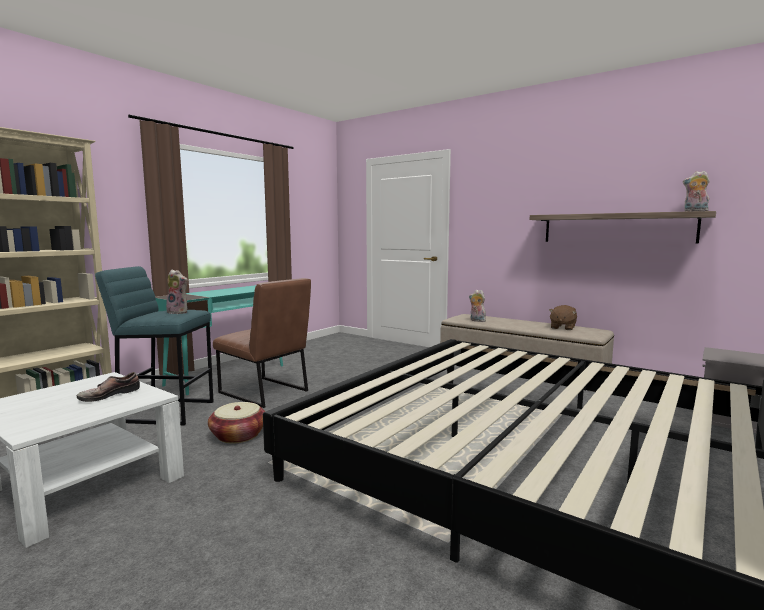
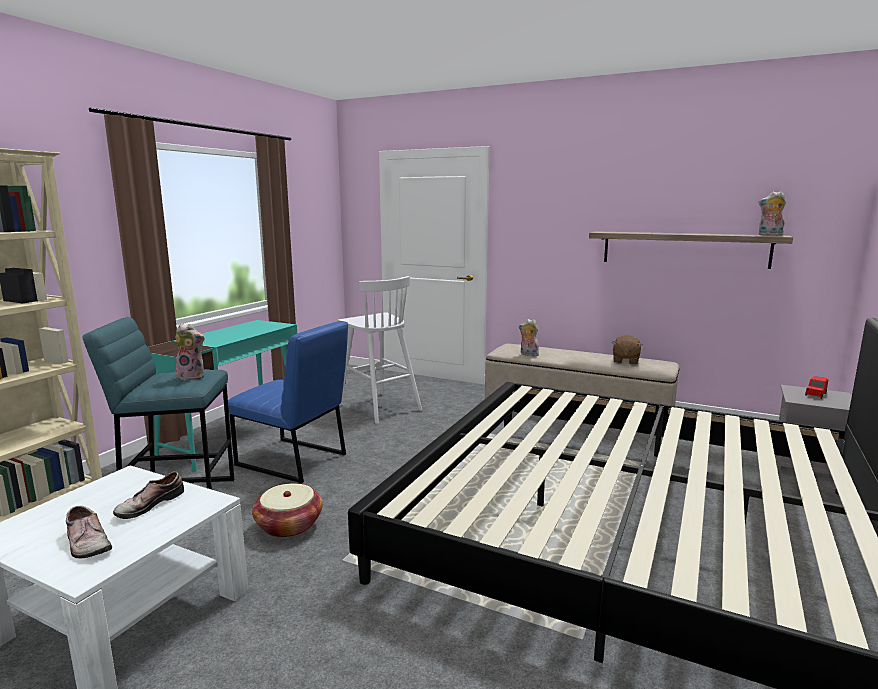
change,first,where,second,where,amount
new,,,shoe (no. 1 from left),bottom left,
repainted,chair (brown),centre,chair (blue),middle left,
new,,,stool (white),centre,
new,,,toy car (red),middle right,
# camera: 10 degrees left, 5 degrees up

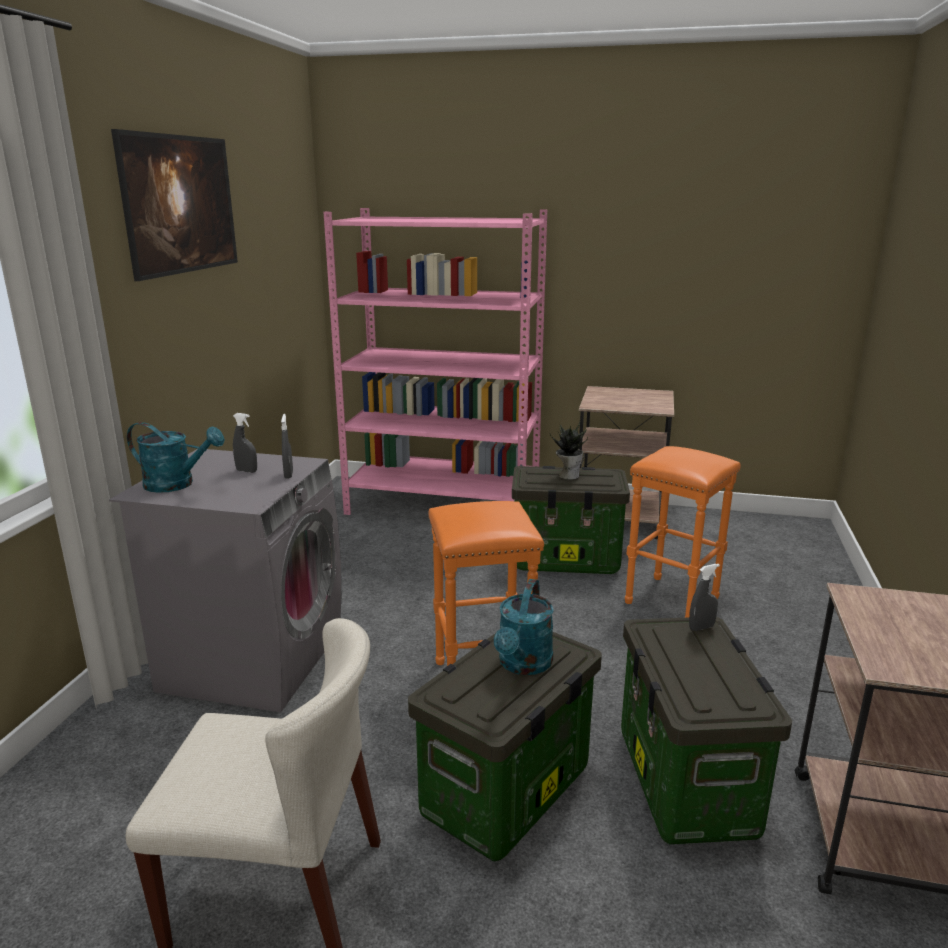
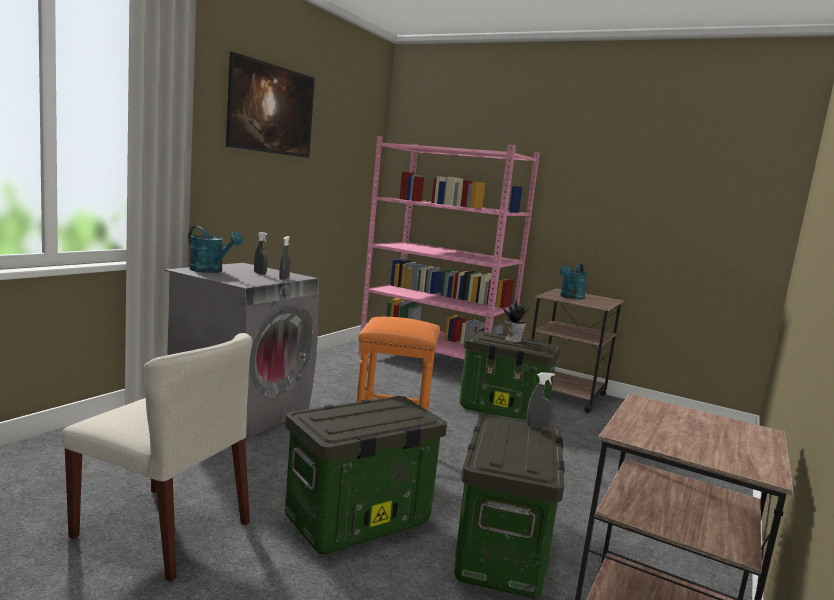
change,first,where,second,where,amount
shifted,watering can (turquoise) (no. 2 from left),centre,,middle right,
gone,stool (orange) (no. 2 from left),middle right,,,
# camera: 15 degrees right, 10 degrees down

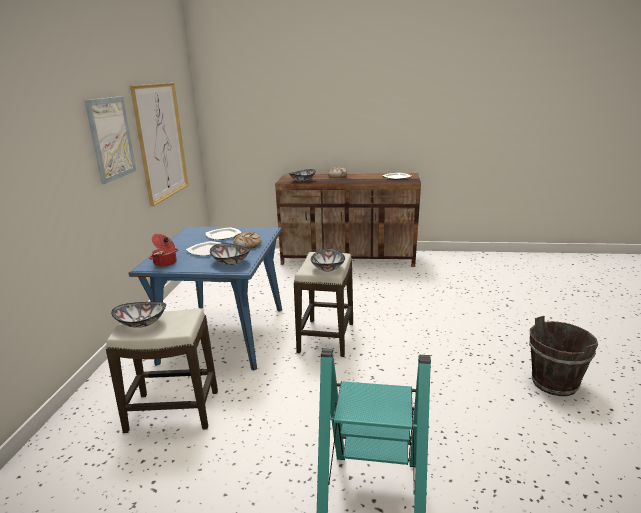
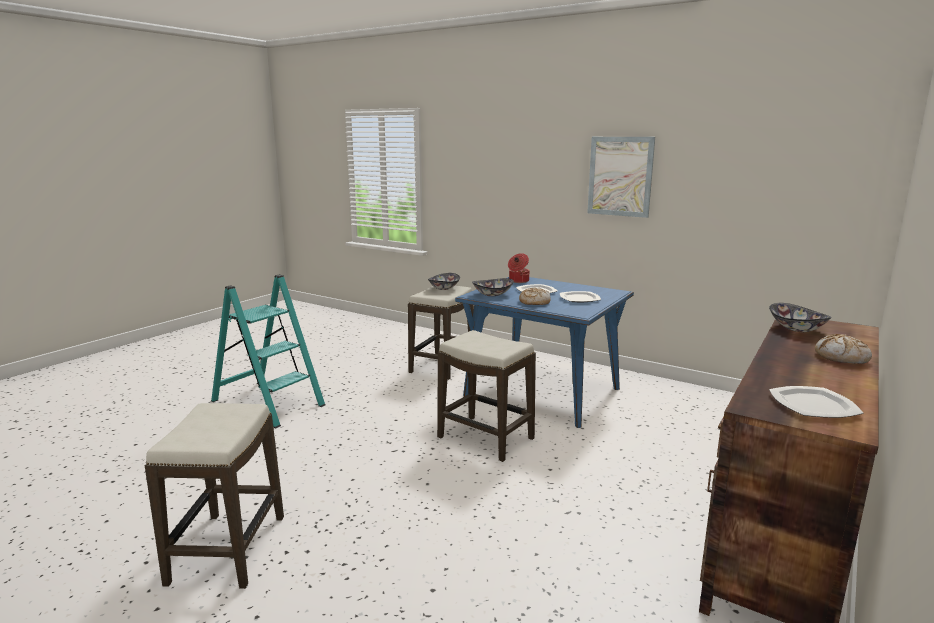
change,first,where,second,where,amount
swapped,bucket (brown),bottom right,stool (no. 1 from left),bottom left,
gone,picture (no. 2 from left),top left,,,
gone,bowl (no. 4 from left),centre,,,
# camera: 115 degrees right, 5 degrees down

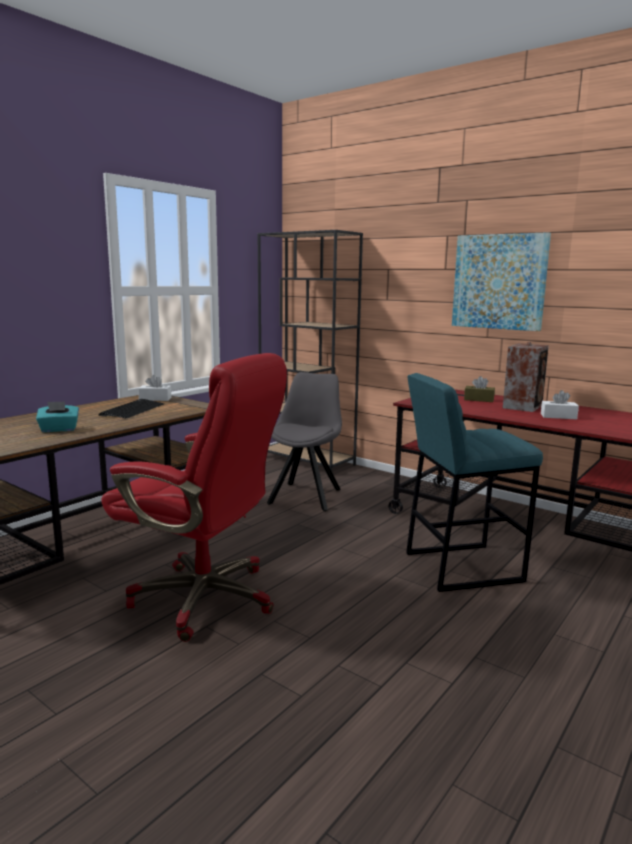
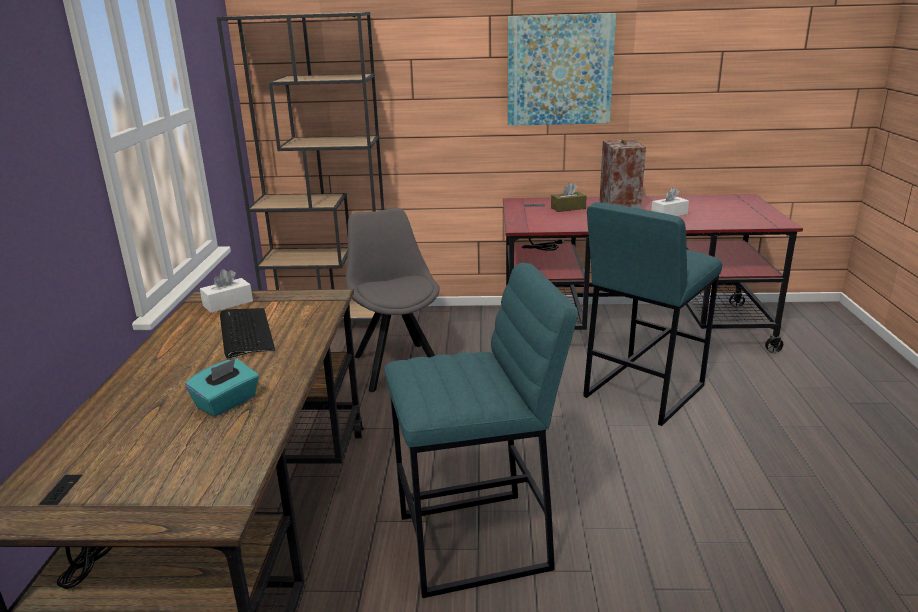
change,first,where,second,where,amount
swapped,office chair (red),middle left,stool (turquoise) (no. 1 from left),bottom centre,
# camera: 35 degrees left, 10 degrees up

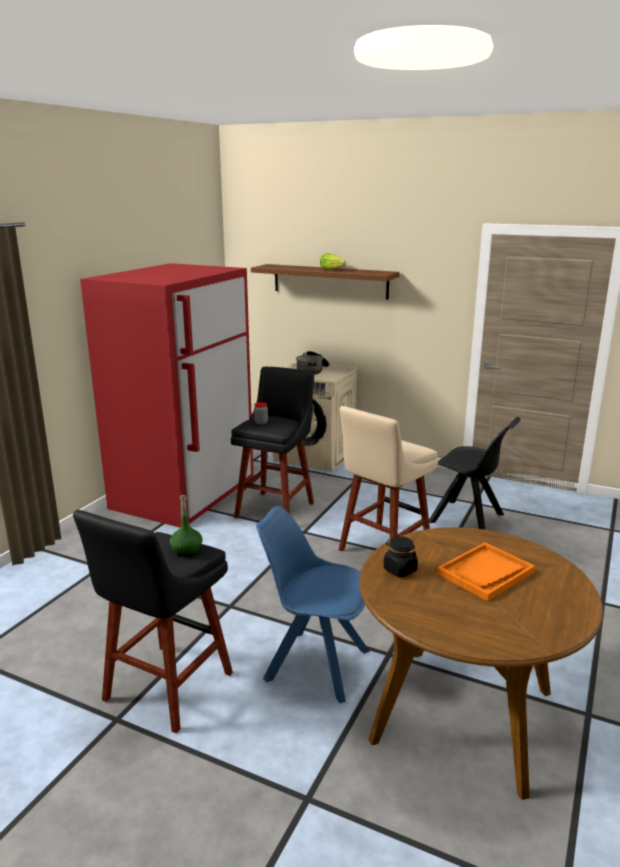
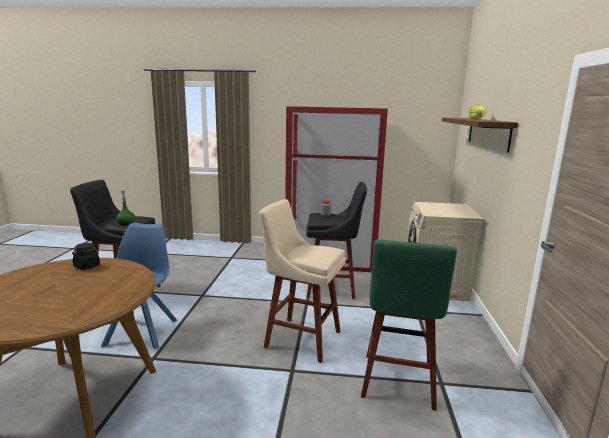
change,first,where,second,where,amount
swapped,chair (black),middle right,stool (green),bottom right,
gone,cooking pot,centre,,,
gone,tray (orange),middle right,,,
# camera: 70 degrees right, 5 degrees down

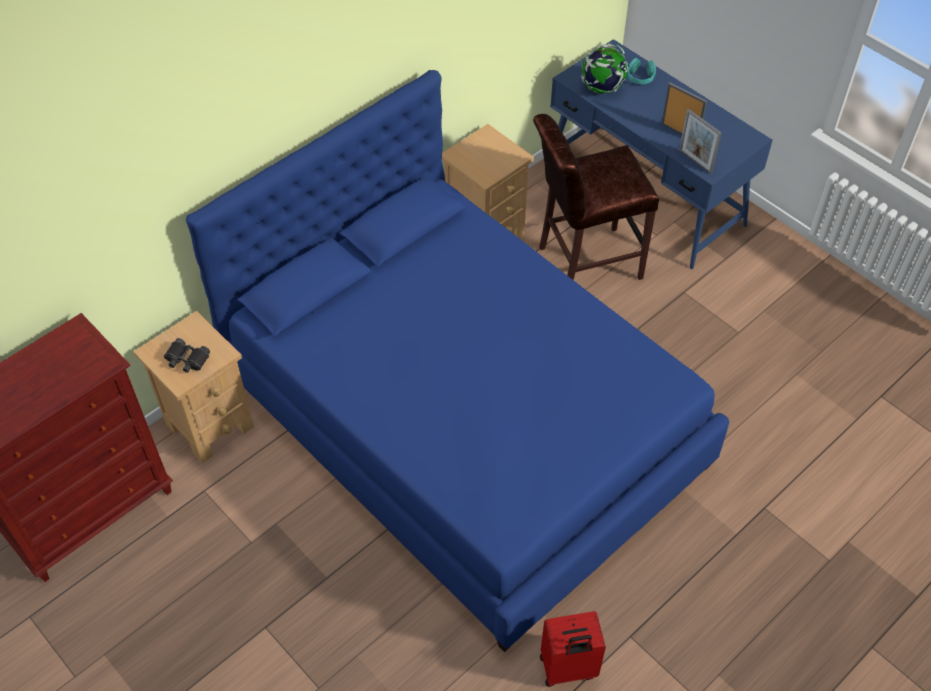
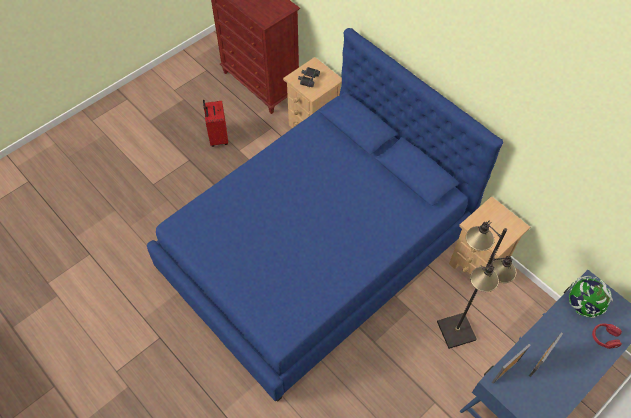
change,first,where,second,where,amount
shifted,suitcase (red),bottom centre,,top centre,
swapped,stool (brown),top centre,floor lamp (black),bottom right,
repainted,headphones (turquoise),top right,headphones (red),bottom right,
# camera: 90 degrees right, 5 degrees up

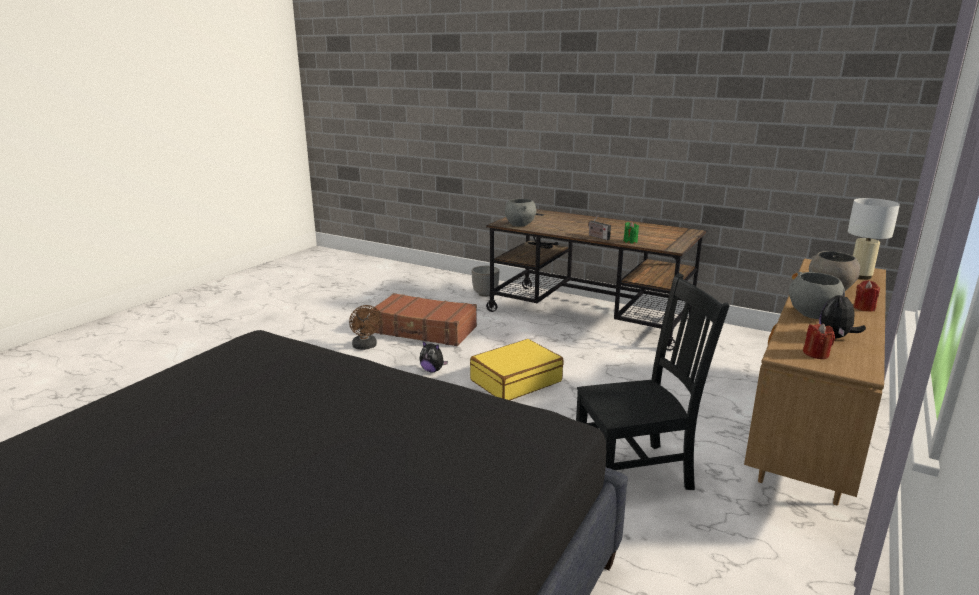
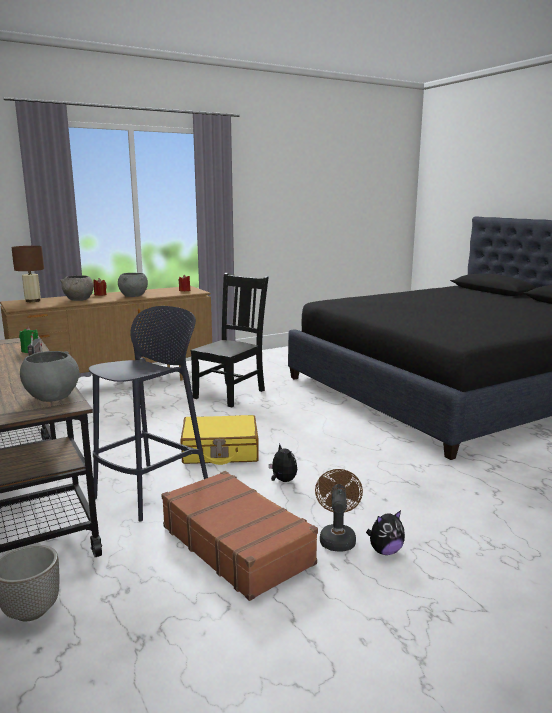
change,first,where,second,where,amount
repainted,table lamp (white),middle right,table lamp (brown),middle left,
new,,,stool (grey),middle left,
rotated,chair (black),middle right,,centre,105 degrees clockwise
shifted,plush toy (no. 2 from left),middle right,,bottom right,
# camera: 150 degrees left, 5 degrees down

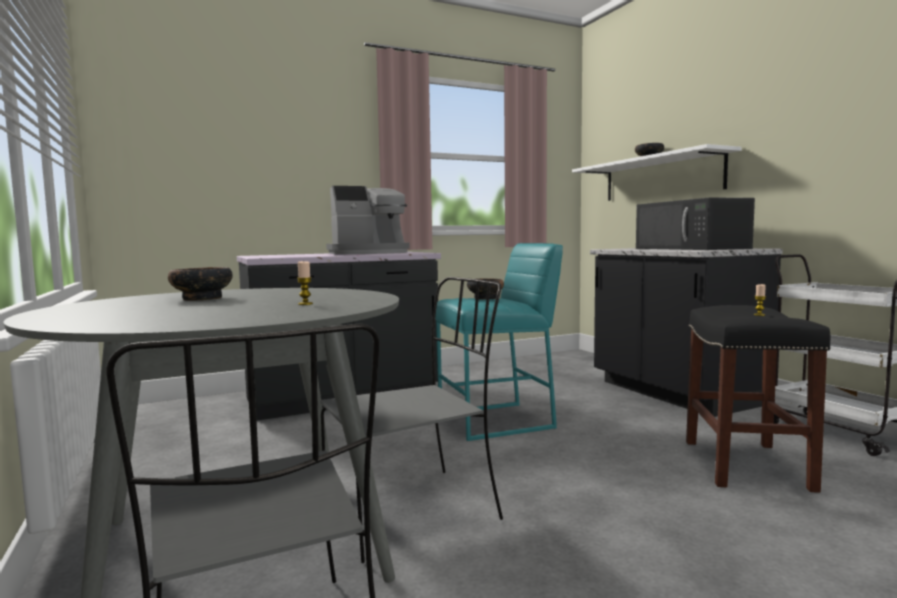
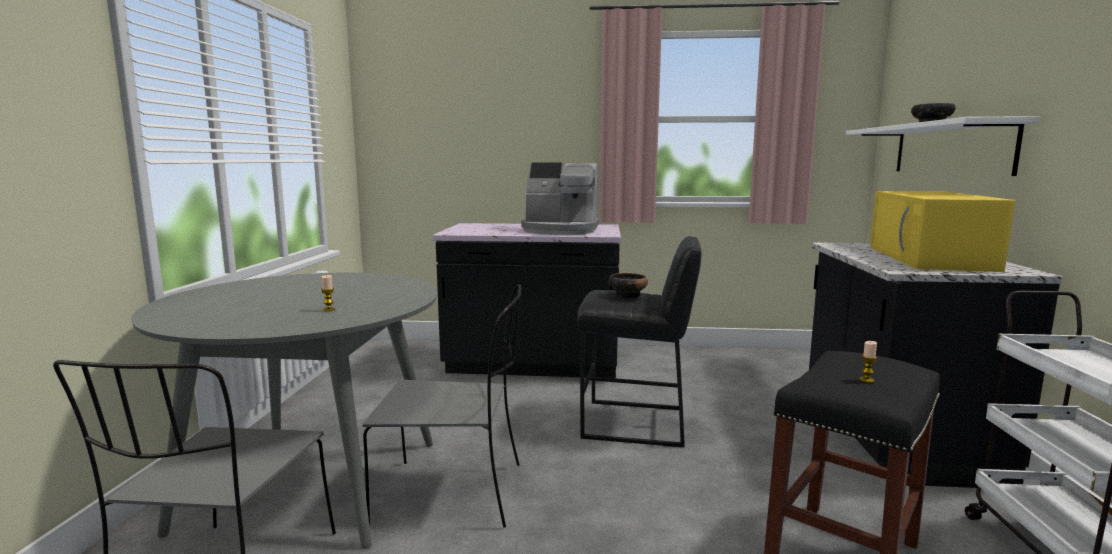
change,first,where,second,where,amount
repainted,stool (turquoise),centre,stool (black) (no. 1 from left),centre,
repainted,microwave (black),middle right,microwave (yellow),middle right,
gone,bowl (no. 1 from left),middle left,,,
# camera: 30 degrees right, 5 degrees up

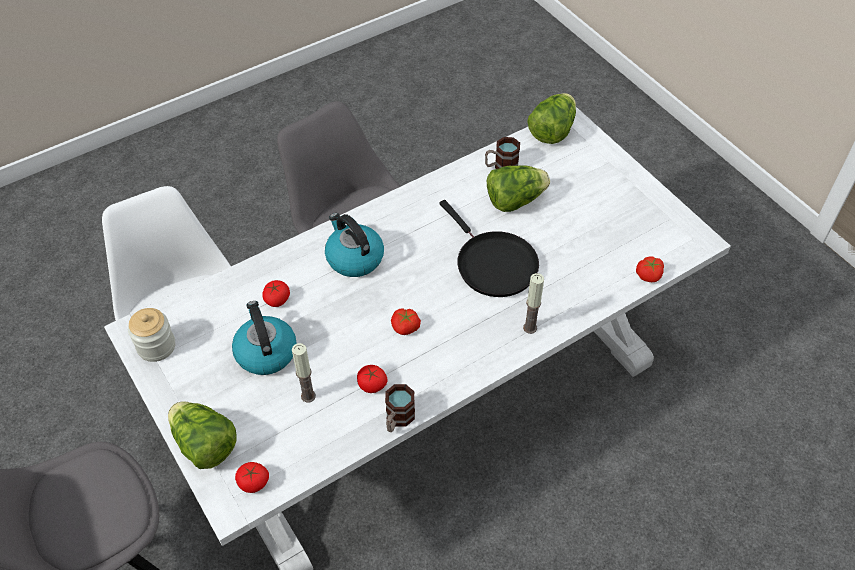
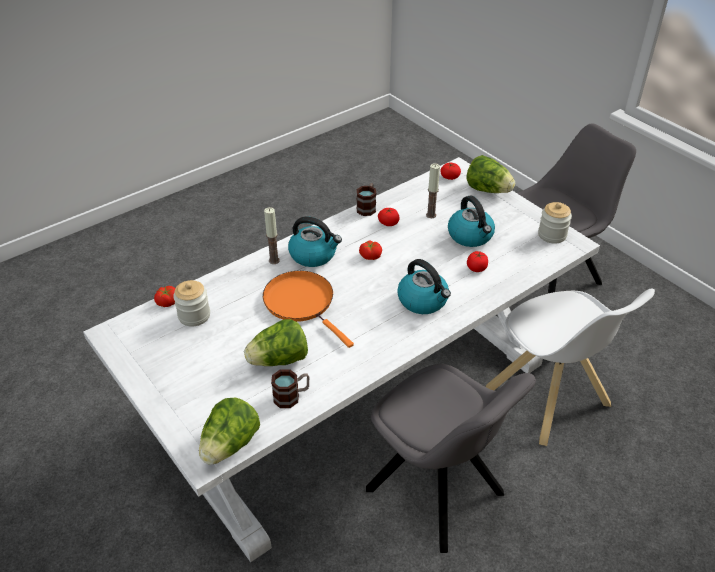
change,first,where,second,where,amount
new,,,jar (no. 1 from left),middle left,
repainted,frying pan (black),centre,frying pan (orange),centre,
new,,,kettle (no. 1 from left),centre,
# camera: 175 degrees right, 10 degrees down

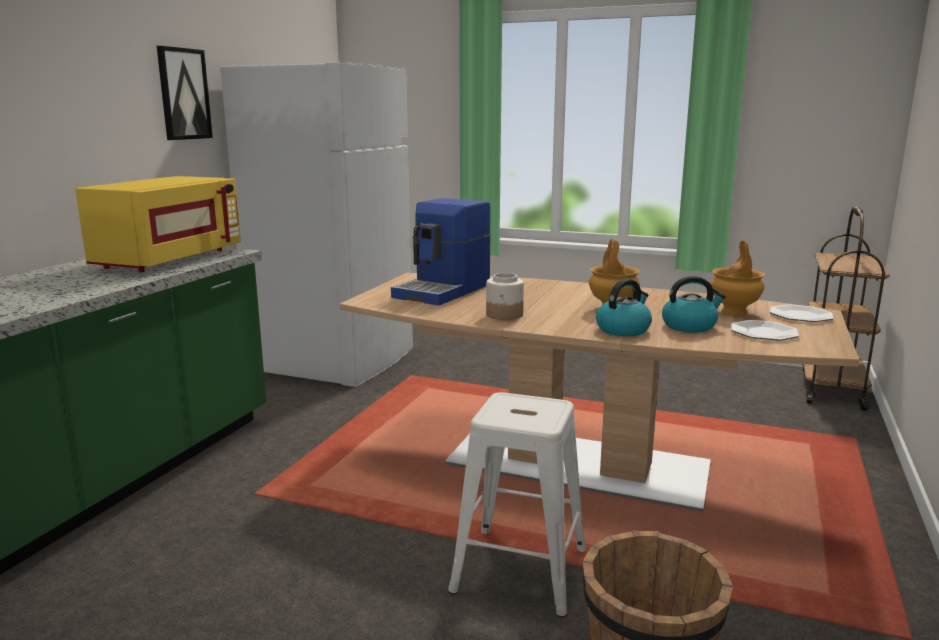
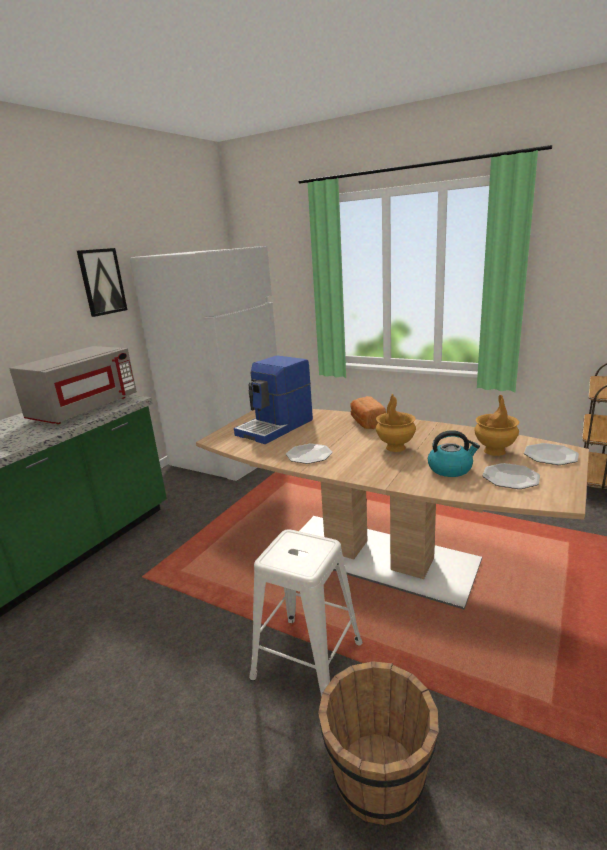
change,first,where,second,where,amount
repainted,microwave (yellow),middle left,microwave (grey),middle left,
swapped,jar,centre,plate (no. 1 from left),centre,
new,,,bread,centre,
gone,kettle (no. 1 from left),centre,,,
# camera: 10 degrees right, 5 degrees up

